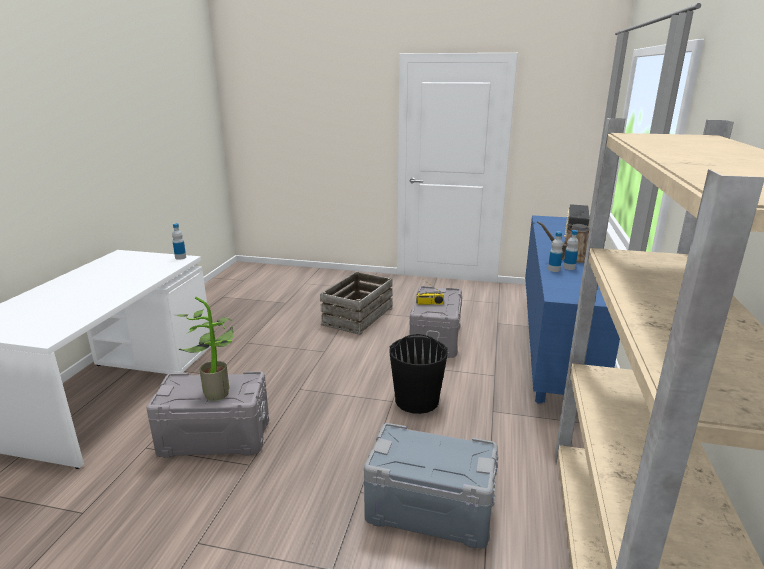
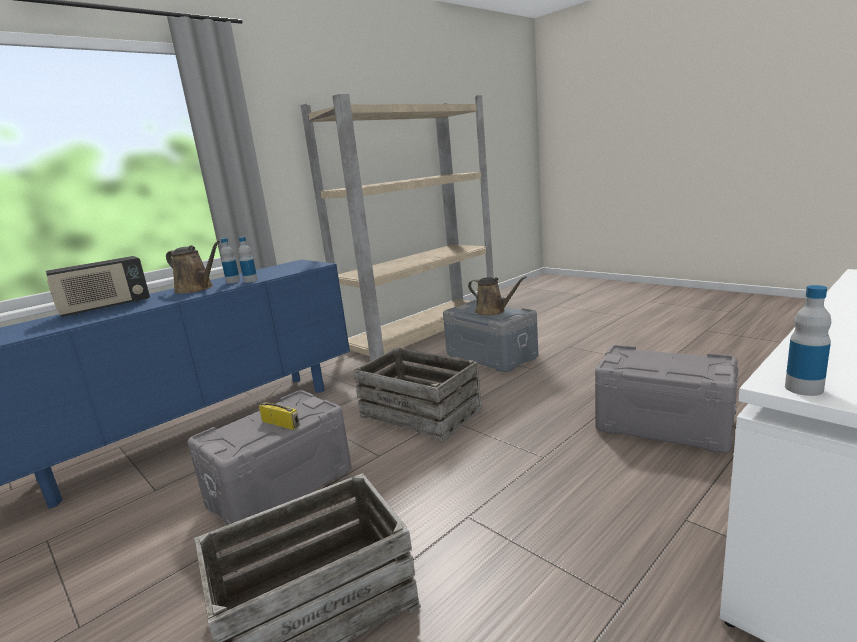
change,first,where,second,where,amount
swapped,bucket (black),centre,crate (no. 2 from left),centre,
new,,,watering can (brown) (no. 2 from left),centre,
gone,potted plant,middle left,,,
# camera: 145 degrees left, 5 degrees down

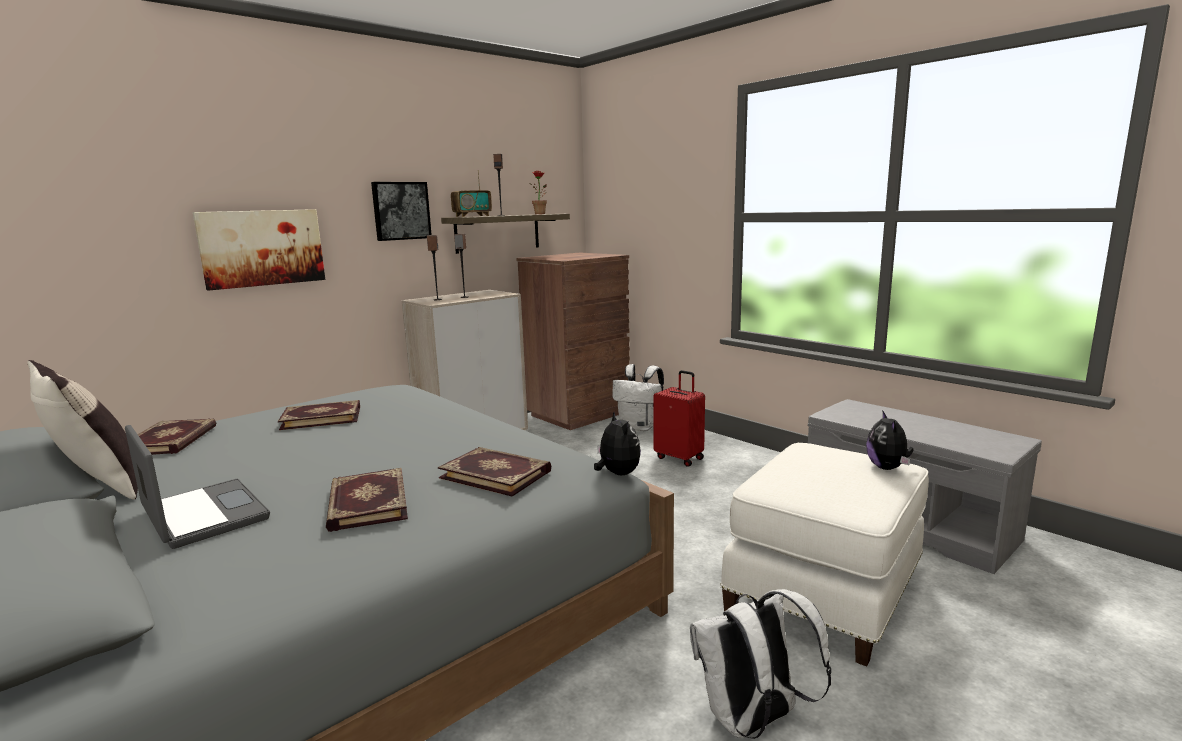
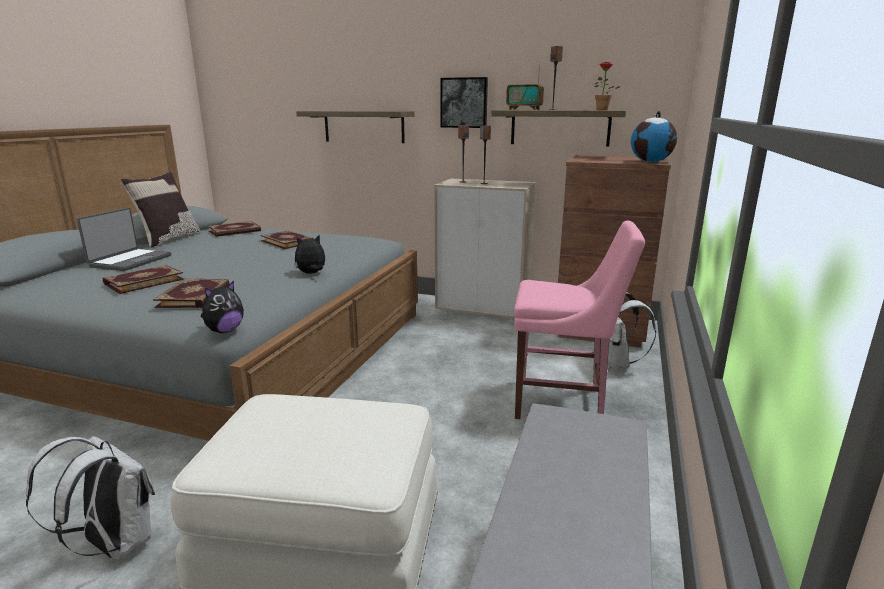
change,first,where,second,where,amount
shifted,plush toy (no. 2 from left),middle right,,centre,
swapped,picture (no. 1 from left),middle left,shelf (no. 1 from left),top centre,
swapped,suitcase (red),centre,chair (pink),centre,
new,,,globe,top right,
# camera: 60 degrees right, 5 degrees up

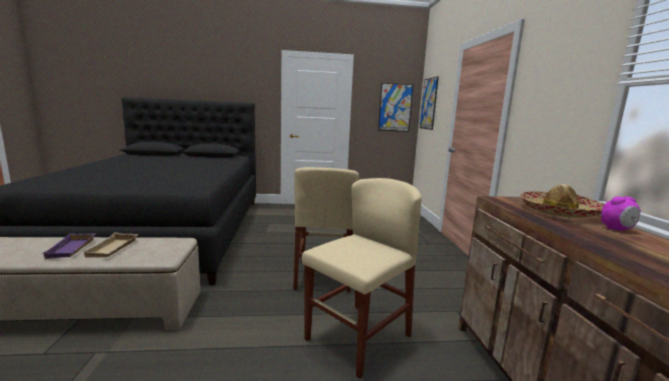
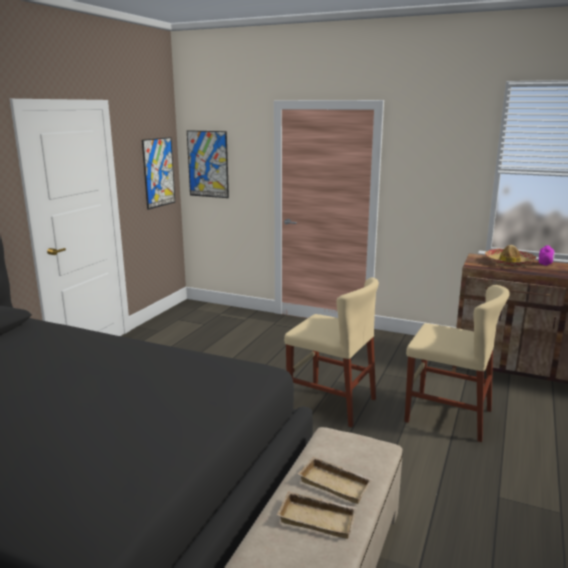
change,first,where,second,where,amount
repainted,tray (purple),middle left,tray (beige) (no. 1 from left),bottom centre,
rotated,chair (beige) (no. 2 from left),bottom centre,,middle right,135 degrees clockwise
# camera: 60 degrees left, 5 degrees up

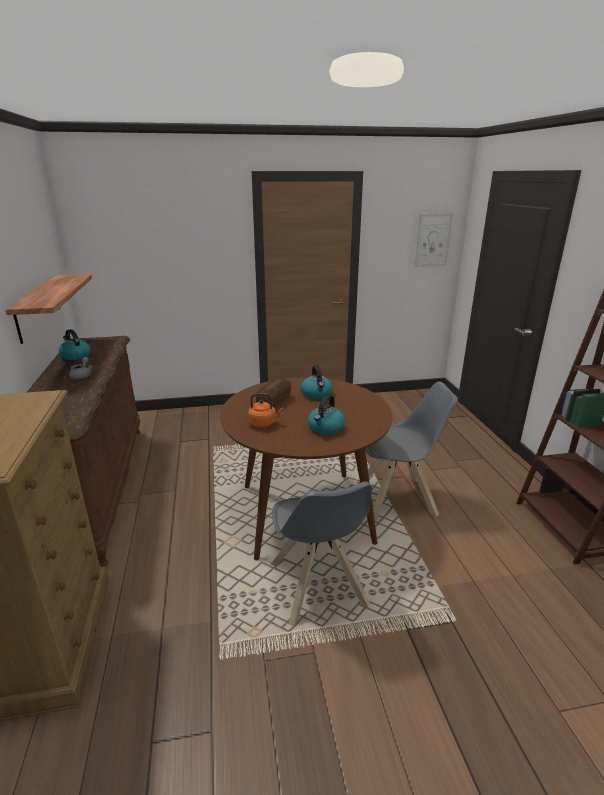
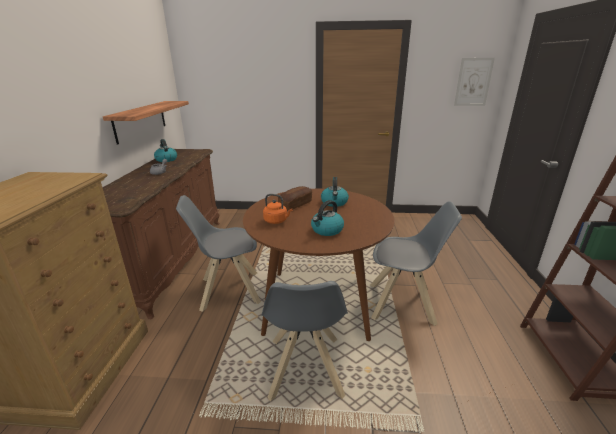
change,first,where,second,where,amount
new,,,chair (grey) (no. 1 from left),centre,
# camera: 15 degrees right, 0 degrees up

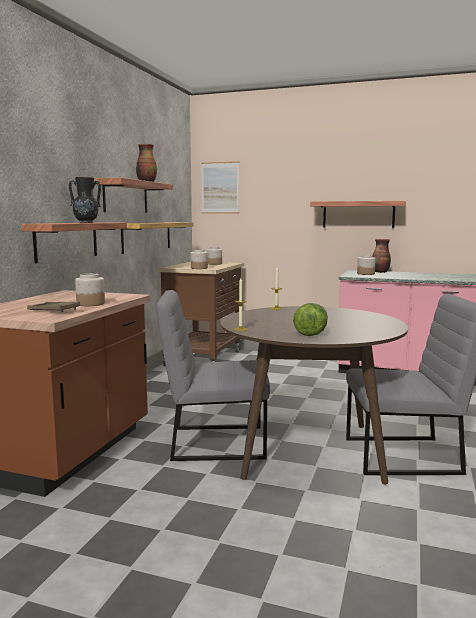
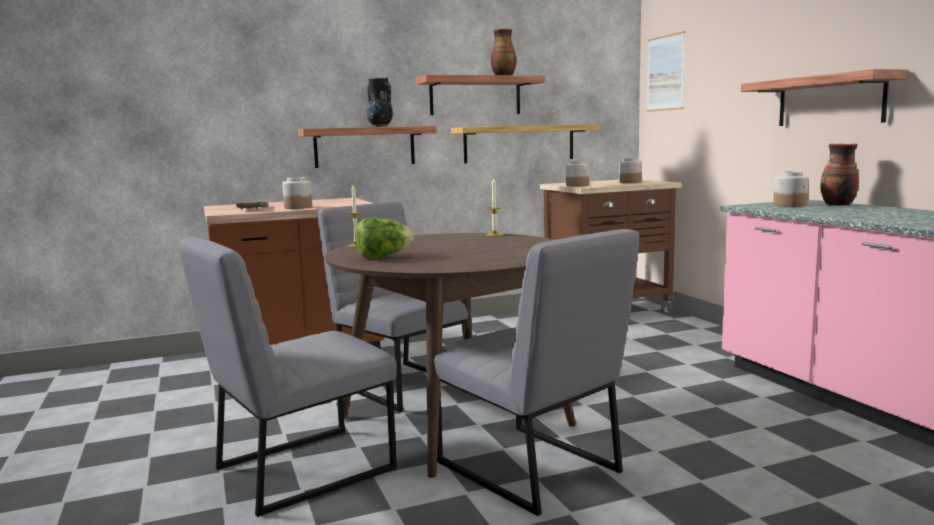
change,first,where,second,where,amount
new,,,chair (grey) (no. 1 from left),bottom left,
# camera: 50 degrees right, 0 degrees up

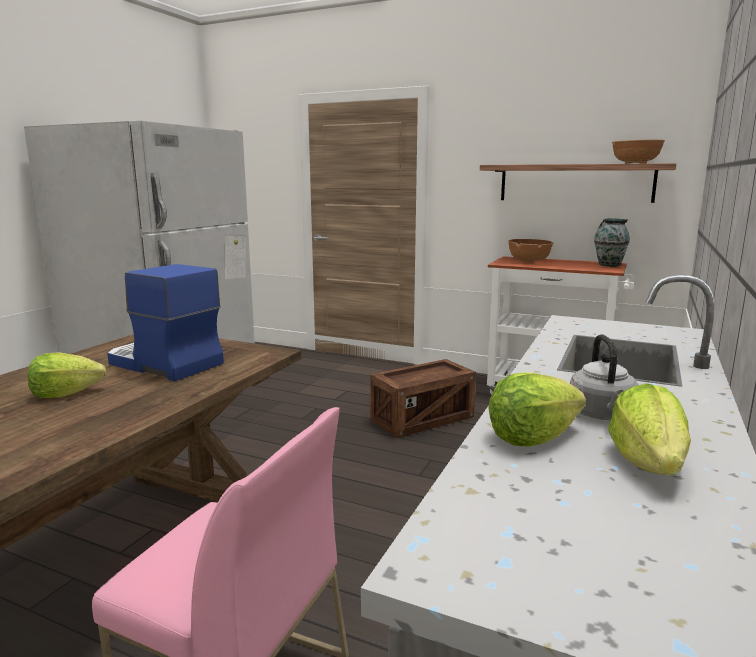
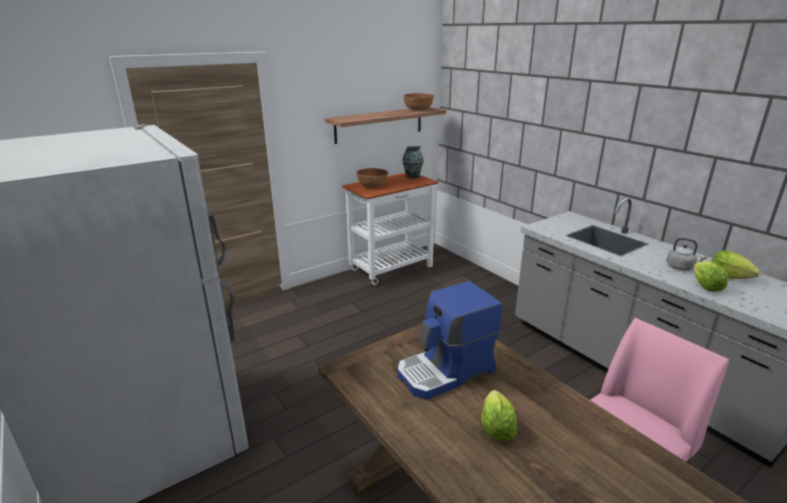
change,first,where,second,where,amount
gone,crate,centre,,,
# camera: 60 degrees left, 10 degrees up

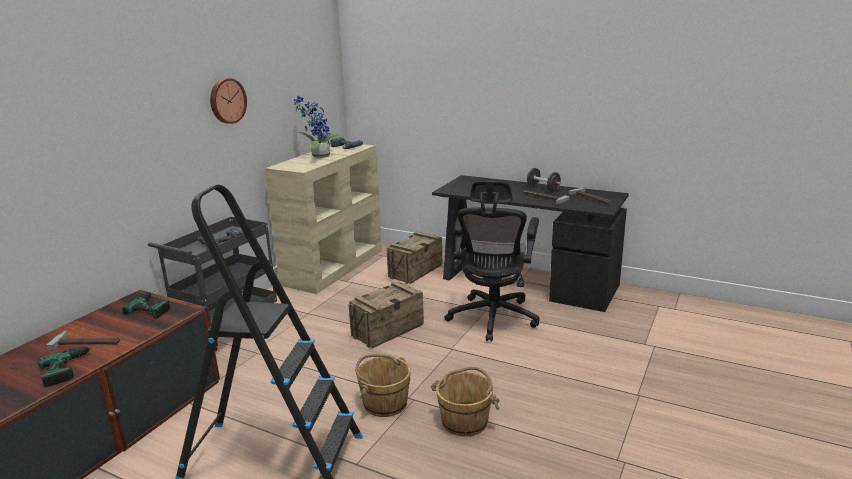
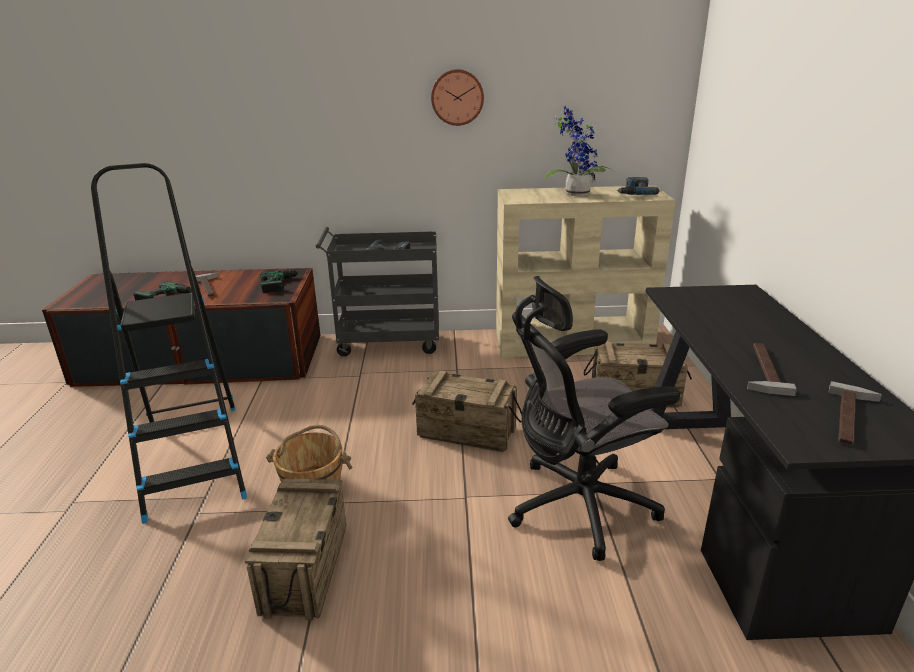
change,first,where,second,where,amount
swapped,bucket (brown) (no. 2 from left),bottom centre,crate (no. 1 from left),bottom left,
gone,dumbbell (black),centre,,,
# camera: 60 degrees right, 5 degrees up

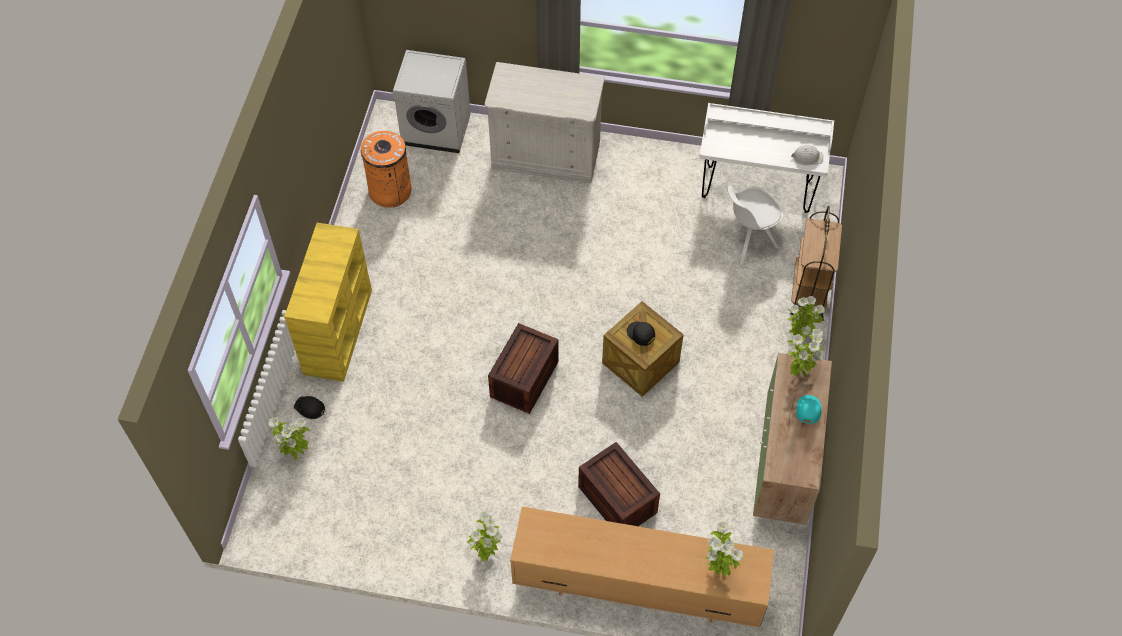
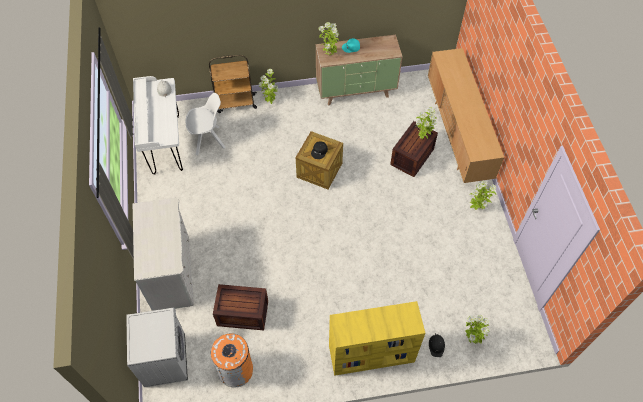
change,first,where,second,where,amount
rotated,chair (white),middle right,,top left,60 degrees counterclockwise
shifted,crate (no. 1 from left),centre,,bottom centre,
shifted,potted plant (no. 3 from left),bottom centre,,top centre,
# camera: 110 degrees left, 0 degrees up

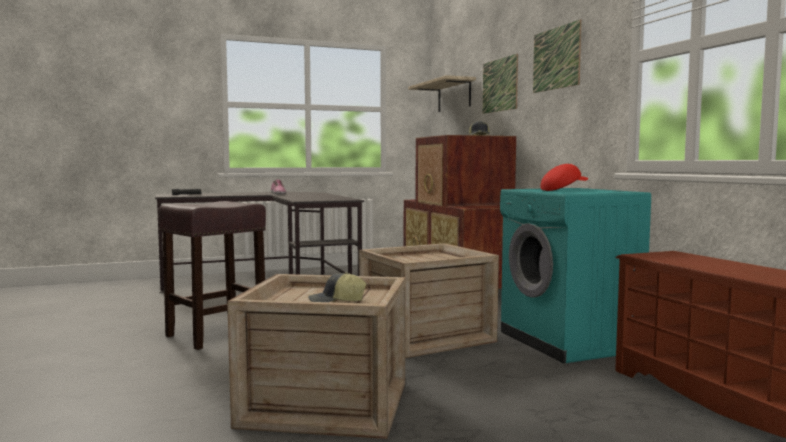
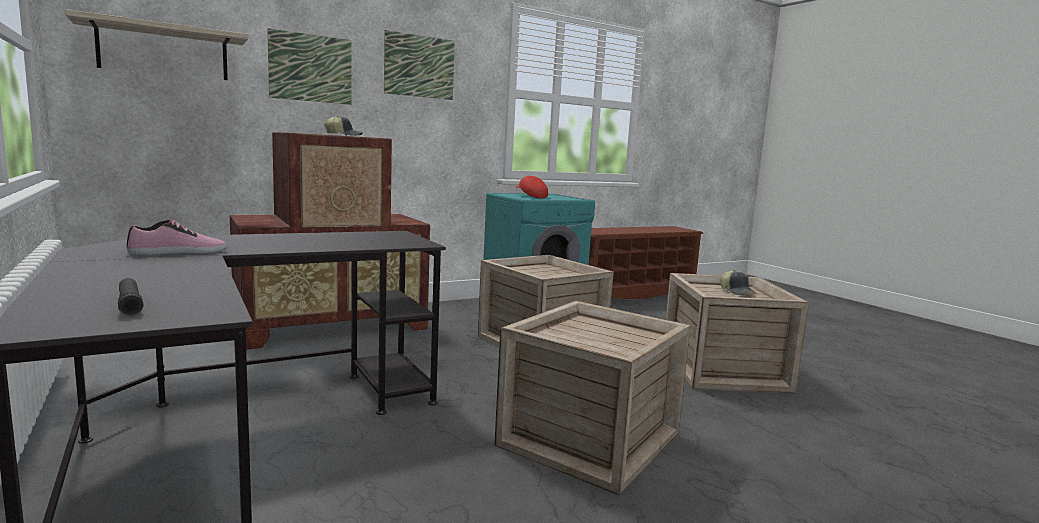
change,first,where,second,where,amount
swapped,stool (brown),middle left,crate (no. 2 from left),bottom centre,
# camera: 100 degrees left, 5 degrees up

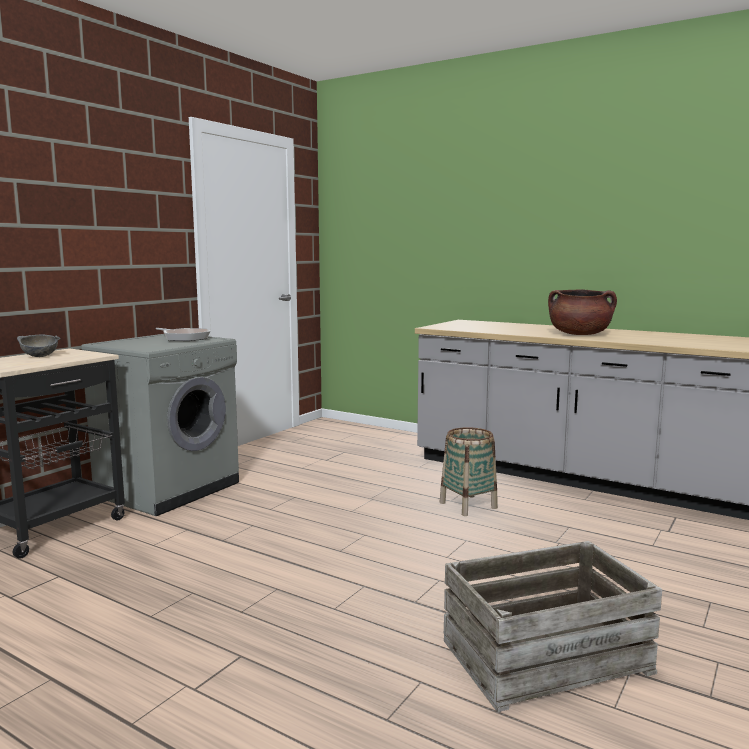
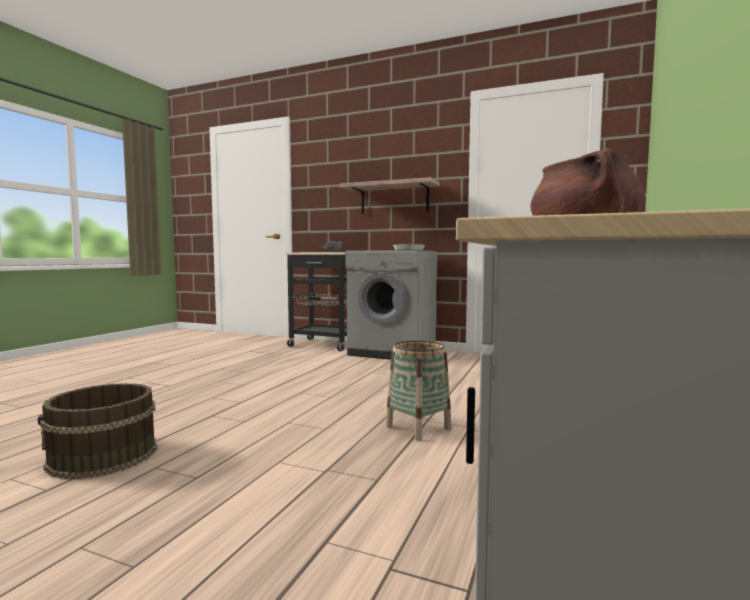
change,first,where,second,where,amount
swapped,crate,bottom right,bucket (brown),bottom left,
new,,,shelf,top centre,
# camera: 80 degrees right, 5 degrees down

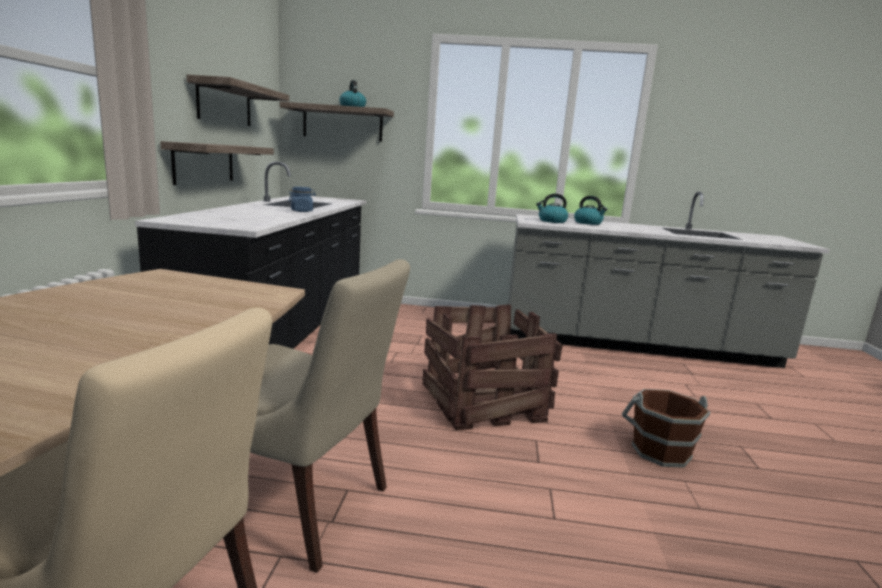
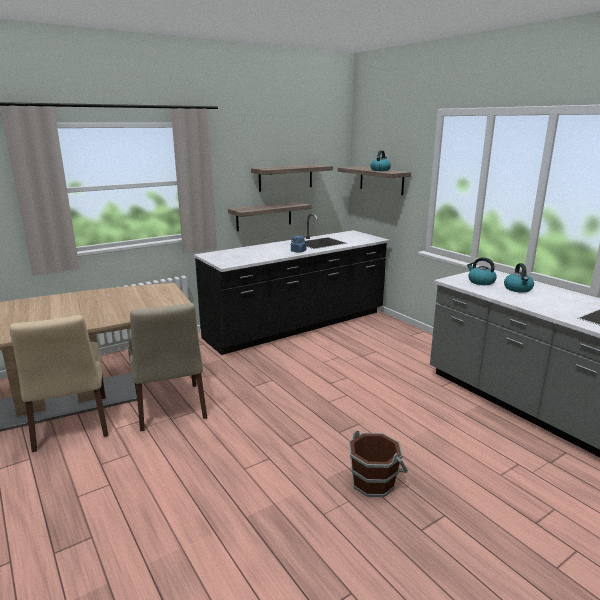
change,first,where,second,where,amount
gone,crate,centre,,,
# camera: 50 degrees right, 5 degrees up

